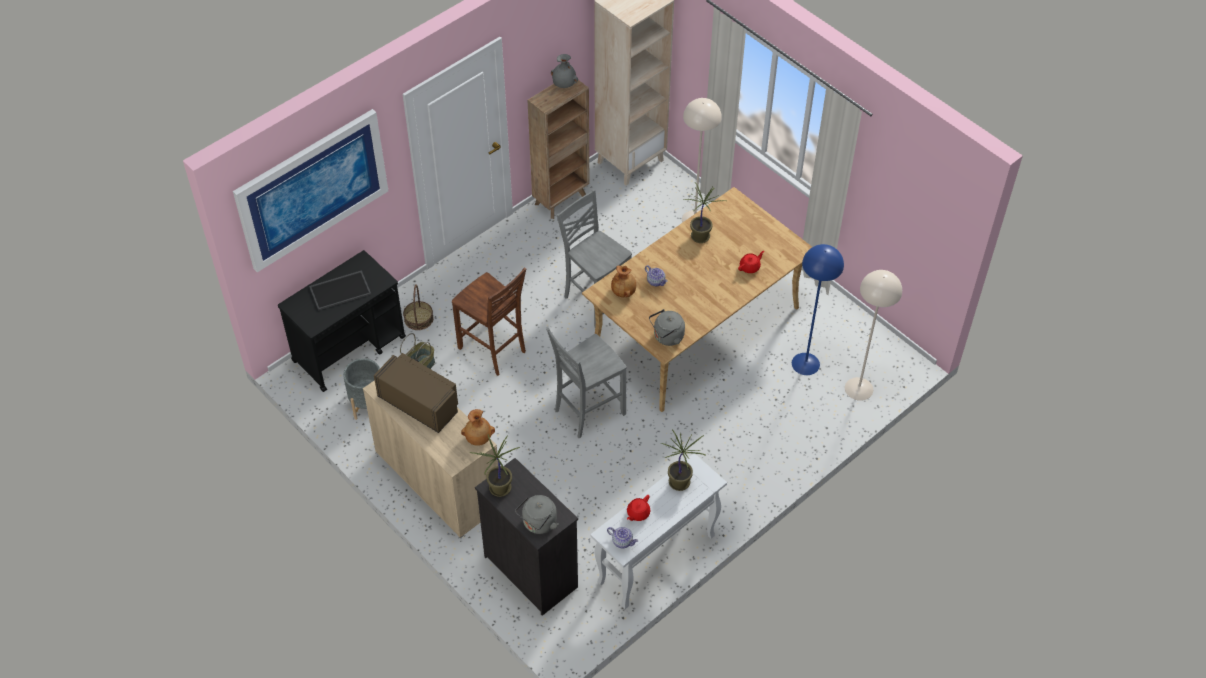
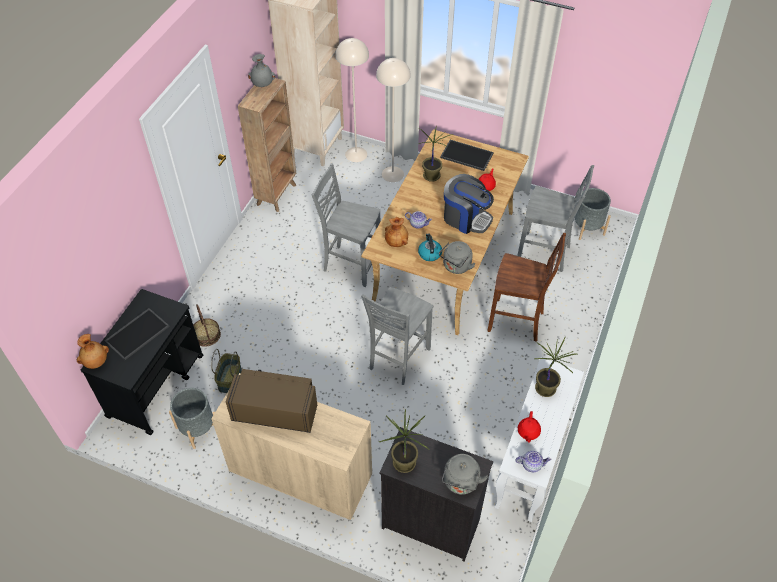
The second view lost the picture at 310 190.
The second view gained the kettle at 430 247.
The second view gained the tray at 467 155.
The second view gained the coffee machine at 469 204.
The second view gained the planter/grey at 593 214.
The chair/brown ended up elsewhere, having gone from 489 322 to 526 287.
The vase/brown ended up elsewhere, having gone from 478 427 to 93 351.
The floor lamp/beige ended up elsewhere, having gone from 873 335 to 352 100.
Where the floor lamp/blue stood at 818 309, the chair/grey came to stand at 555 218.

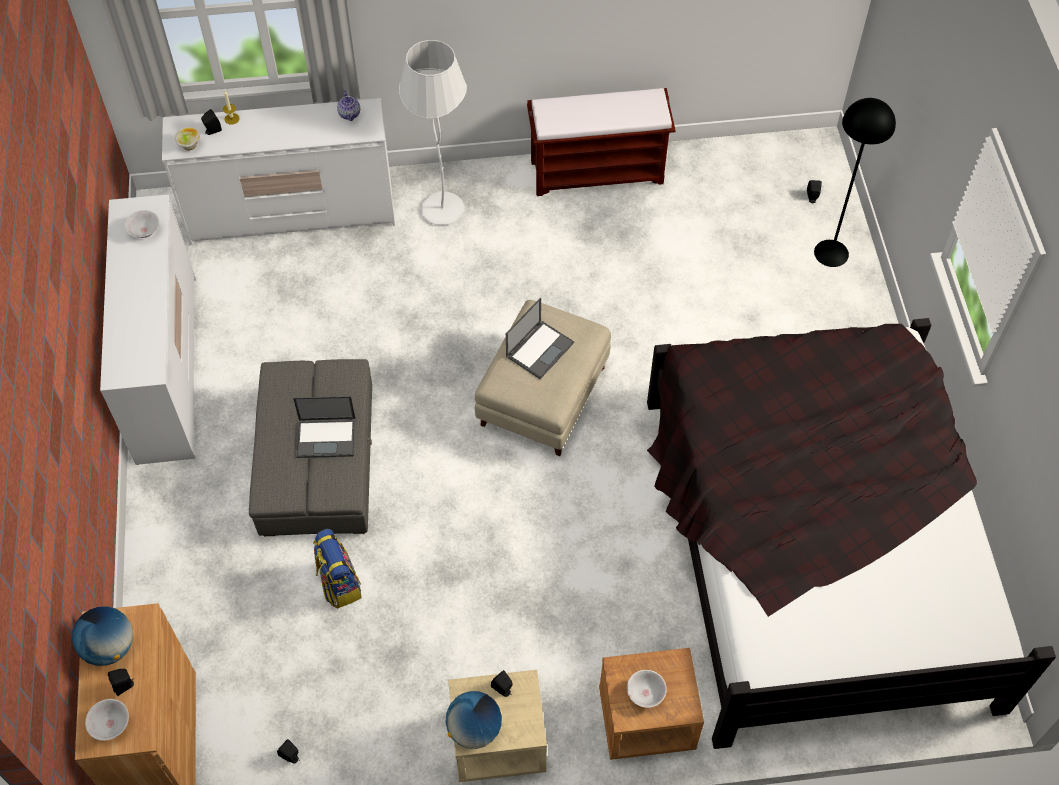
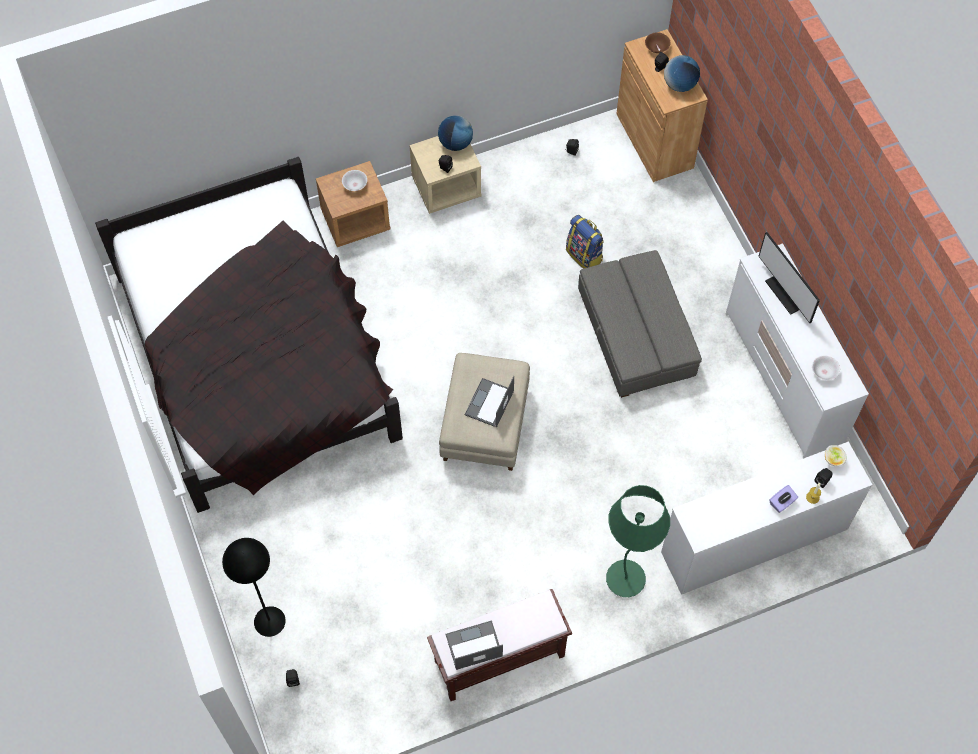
The second view lost the teapot at 348 105.
The second view gained the monitor at 789 277.
The second view gained the tissue box/purple at 783 499.
The laptop ended up elsewhere, having gone from 324 427 to 474 645.
What was the bowl/white at 107 720 turned into the bowl/brown at 657 42.
What was the floor lamp/white at 433 132 turned into the floor lamp/green at 638 541.

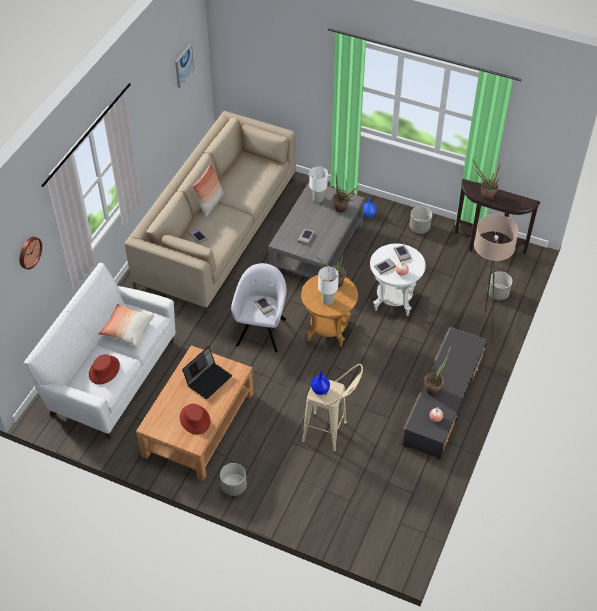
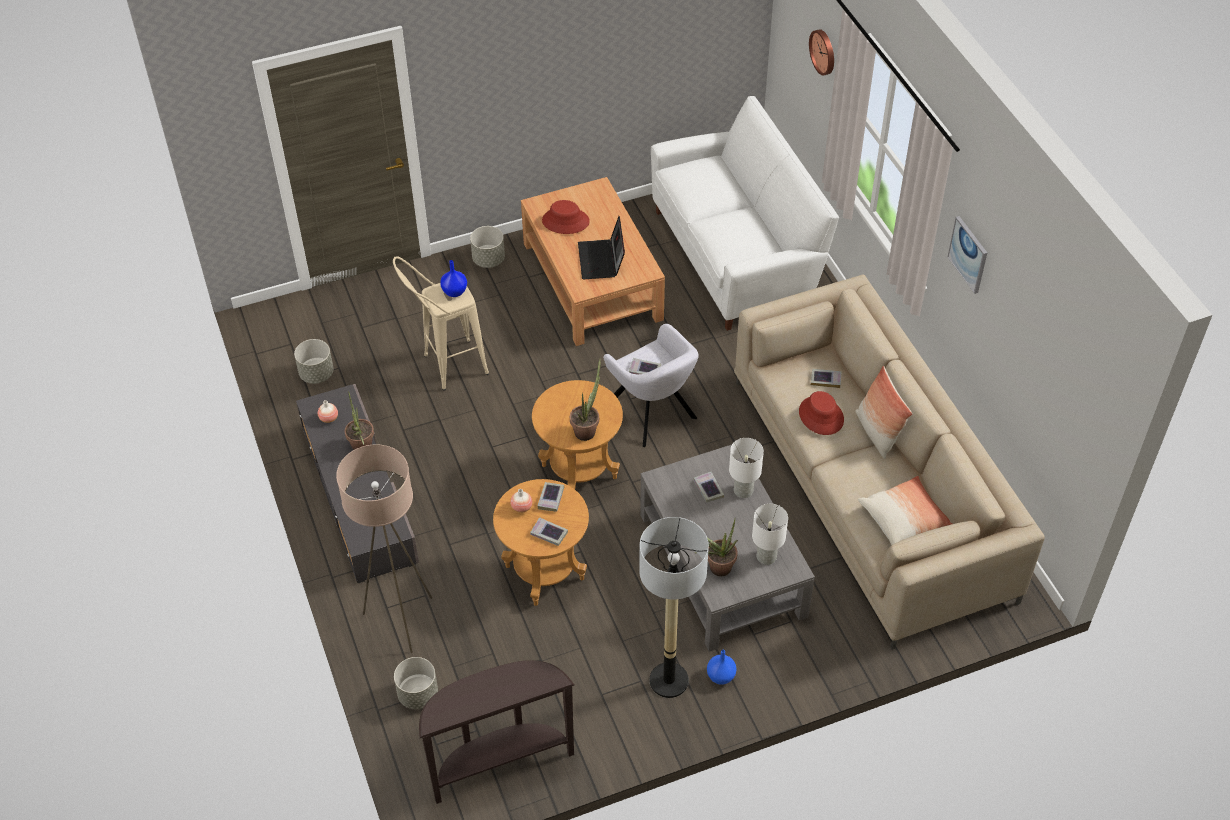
The second view lost the potted plant at 486 180.
The second view gained the floor lamp at 674 607.
The hat/red ended up elsewhere, having gone from 104 369 to 821 413.
The pillow ended up elsewhere, having gone from 126 325 to 905 510.
The picture ended up elsewhere, having gone from 184 66 to 967 255.
The table lamp/white ended up elsewhere, having gone from 328 286 to 746 468.
The planter/grey ended up elsewhere, having gone from 421 219 to 314 361.
What was the side table/white at 398 280 turned into the side table/brown at 541 542.

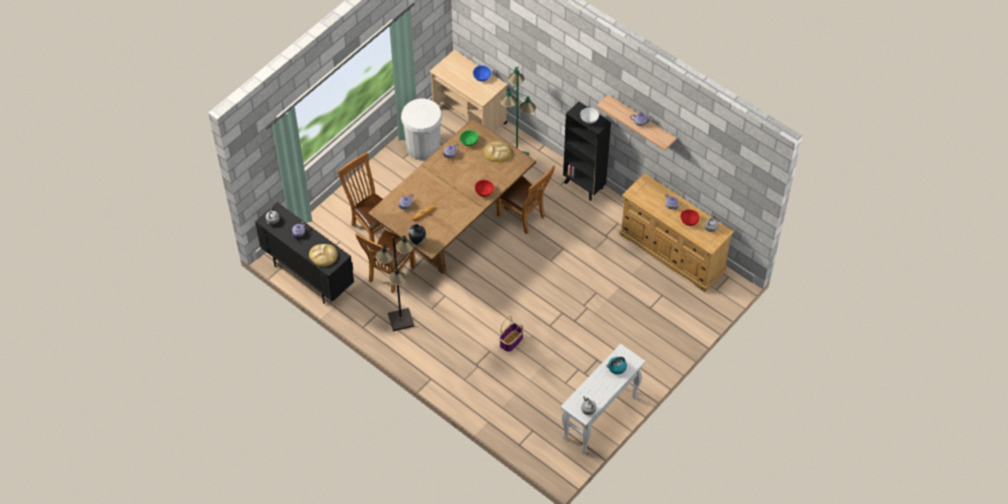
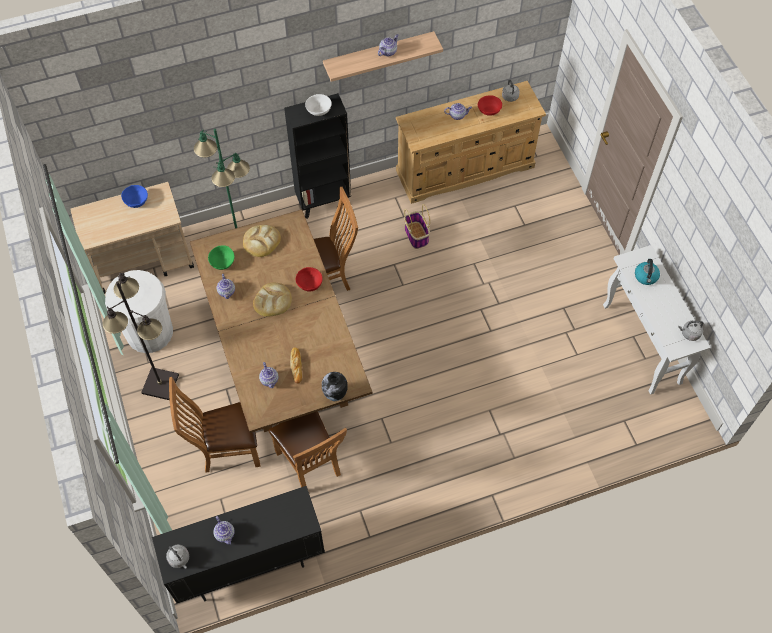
The bread ended up elsewhere, having gone from 323 255 to 272 300.
The floor lamp/black ended up elsewhere, having gone from 395 283 to 141 336.
The basket ended up elsewhere, having gone from 511 334 to 417 226.

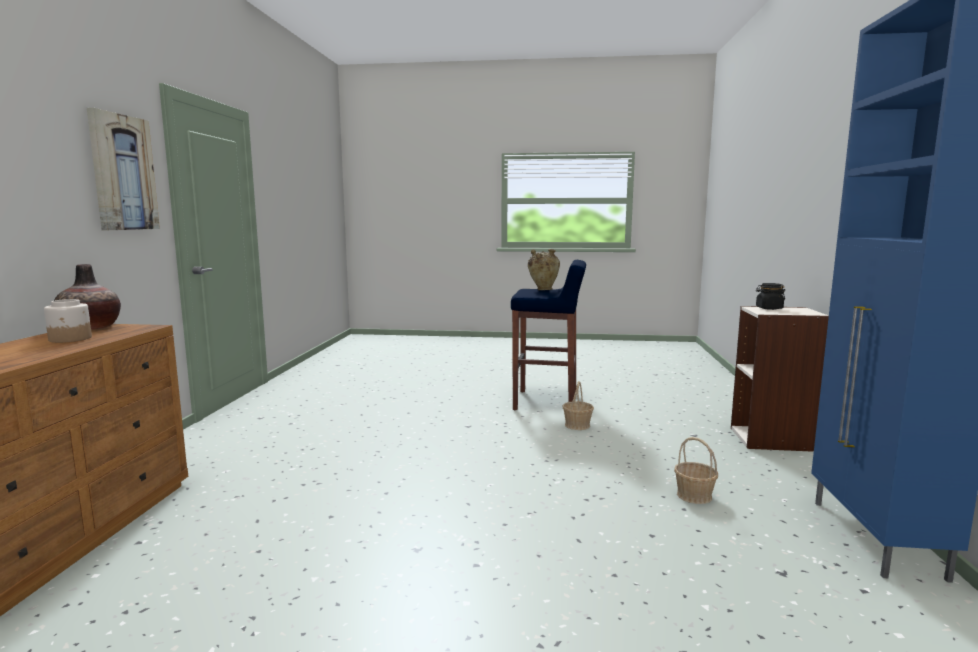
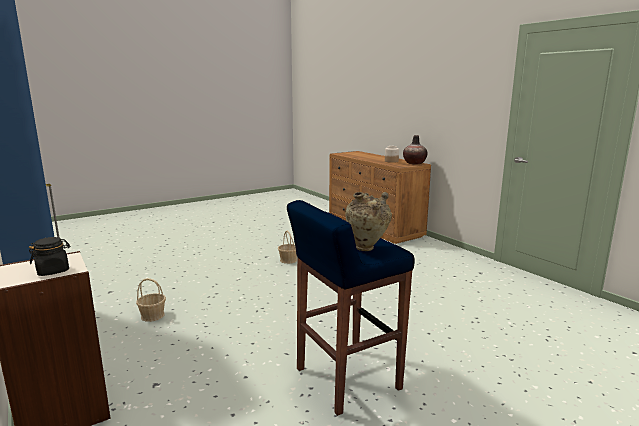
The second view lost the picture at 123 169.
The basket ended up elsewhere, having gone from 578 405 to 287 247.

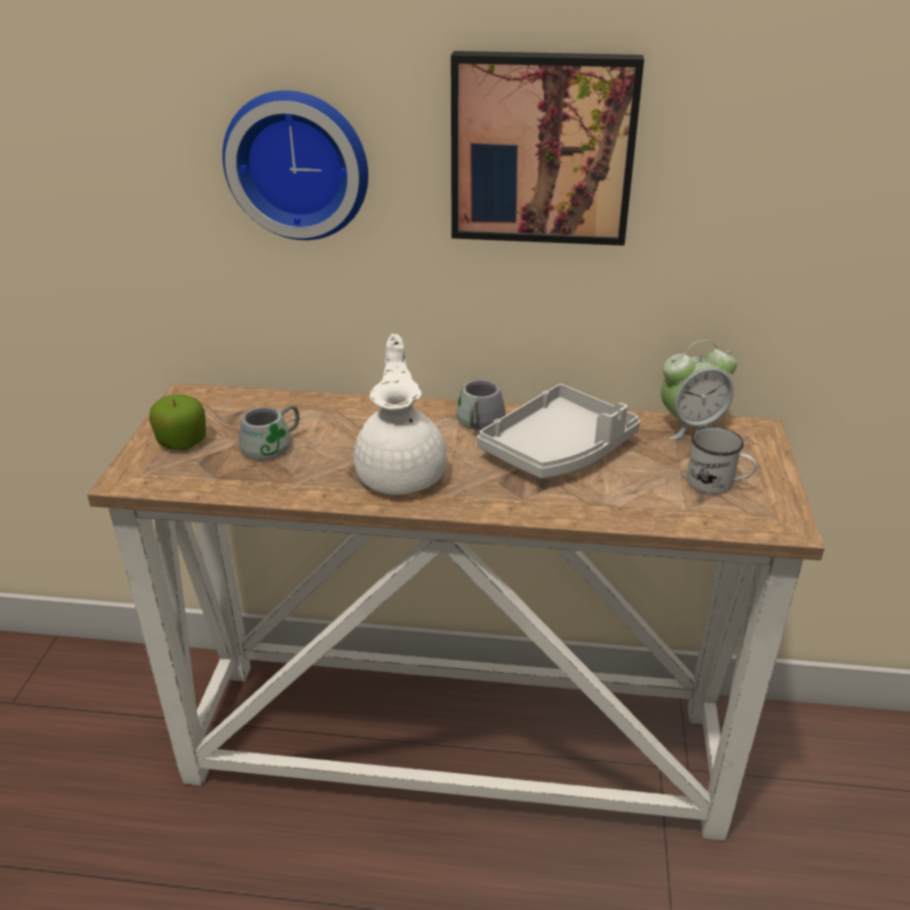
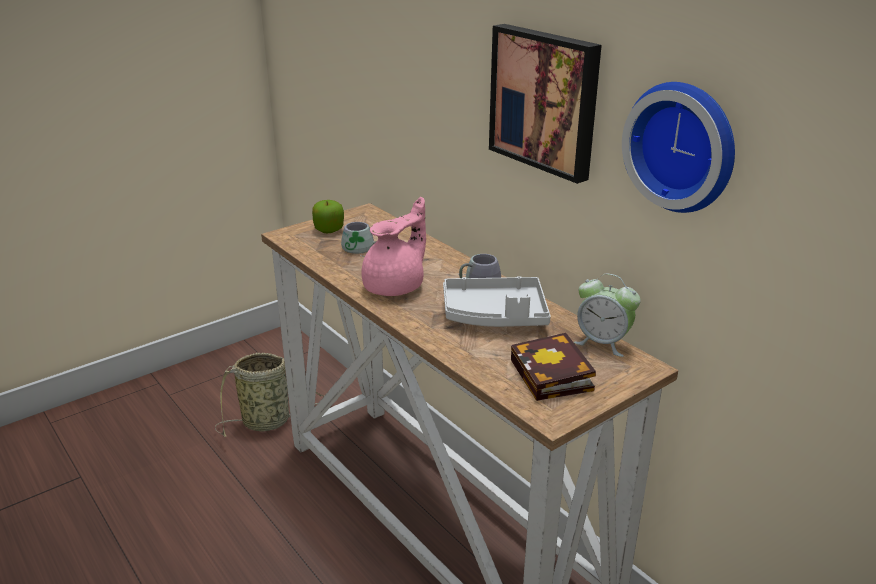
The second view gained the basket at 269 395.
The wall clock ended up elsewhere, having gone from 295 165 to 678 147.
Where the mug/white stood at 722 460, the book came to stand at 553 367.
What was the teapot/white at 400 414 turned into the teapot/pink at 394 246.

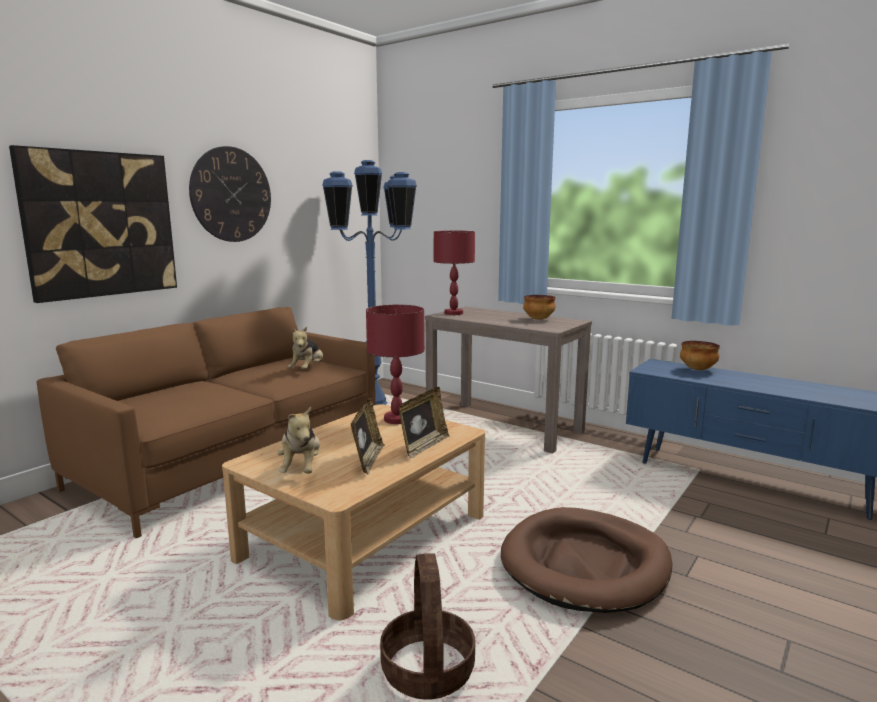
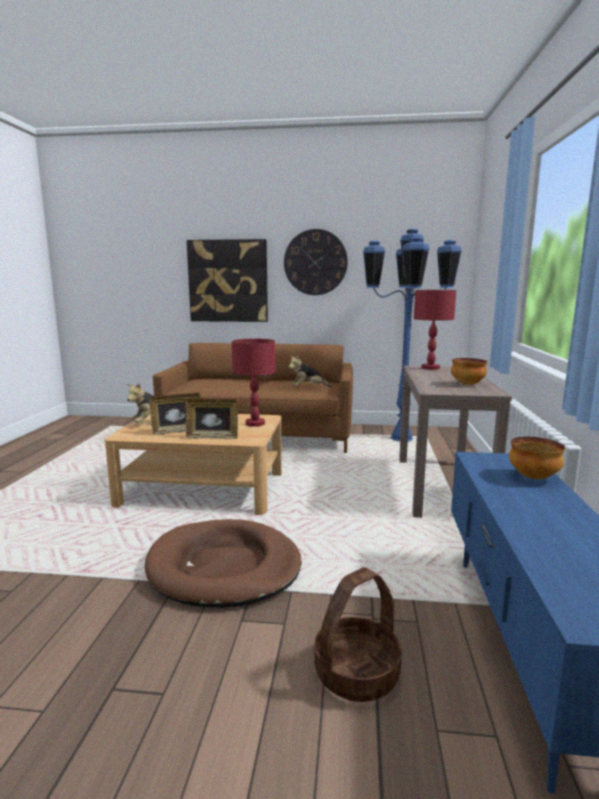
The basket ended up elsewhere, having gone from 427 626 to 358 634.

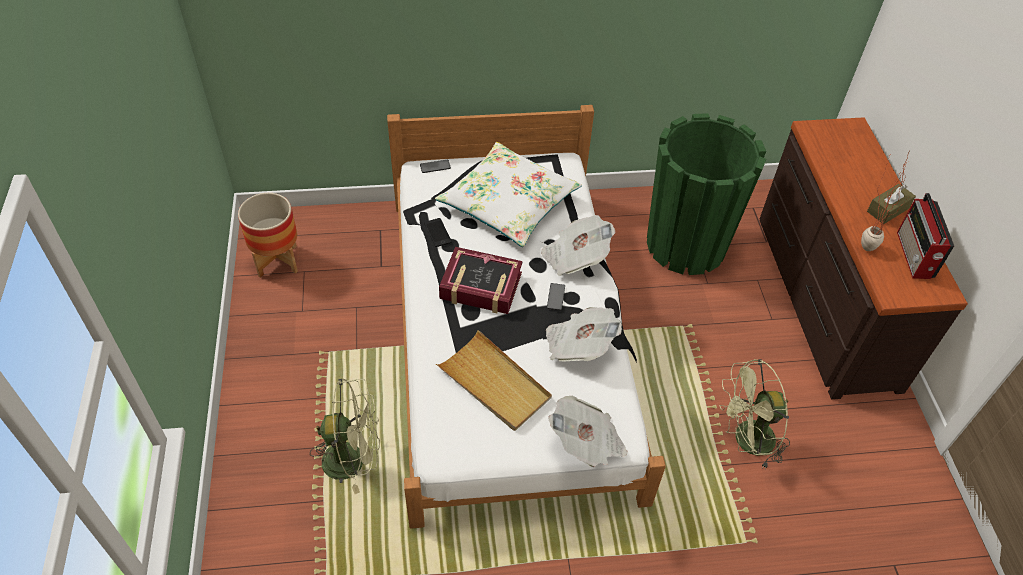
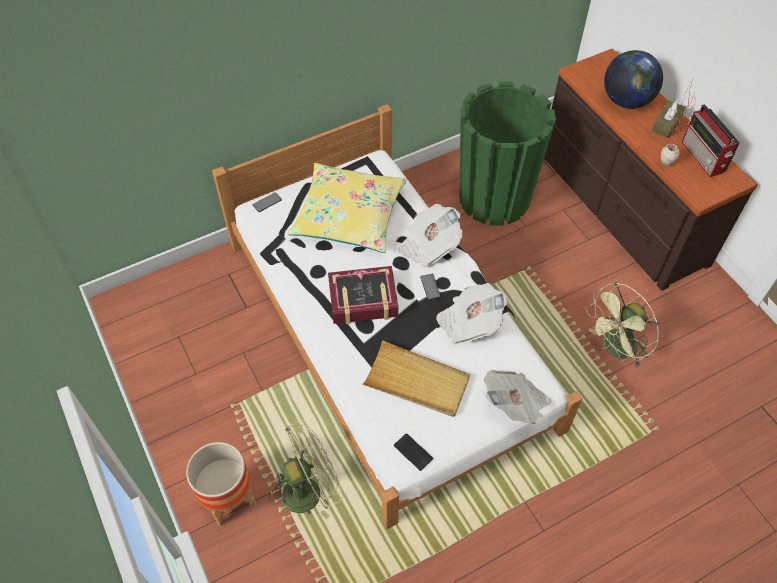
The second view gained the globe at 633 79.
The planter ended up elsewhere, having gone from 268 235 to 221 484.
The phone ended up elsewhere, having gone from 438 232 to 413 452.
What was the pillow/white at 508 194 turned into the pillow/yellow at 347 208.

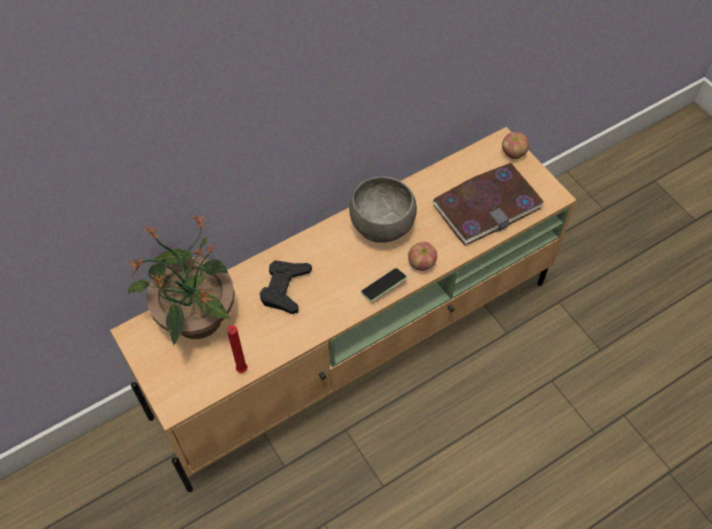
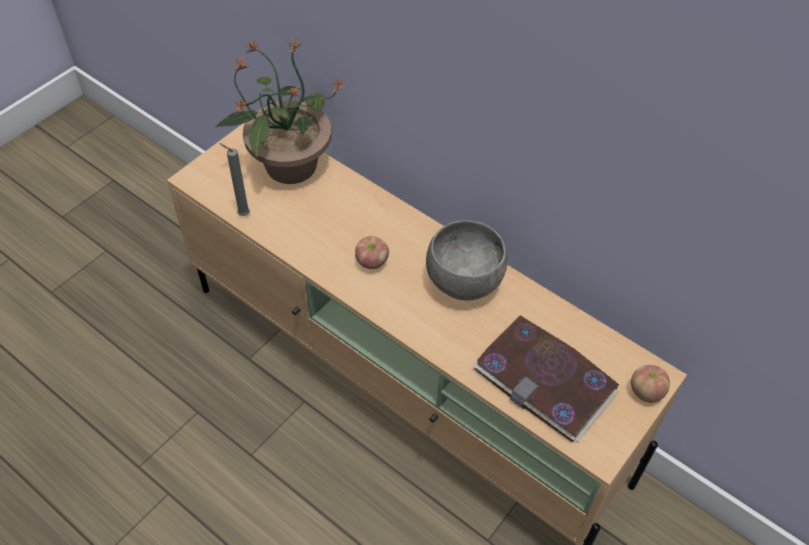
The second view lost the game controller/black at 285 287.
The second view lost the phone at 384 284.
The apple ended up elsewhere, having gone from 422 256 to 372 252.
What was the candle/red at 236 349 turned into the candle/grey at 234 179.

